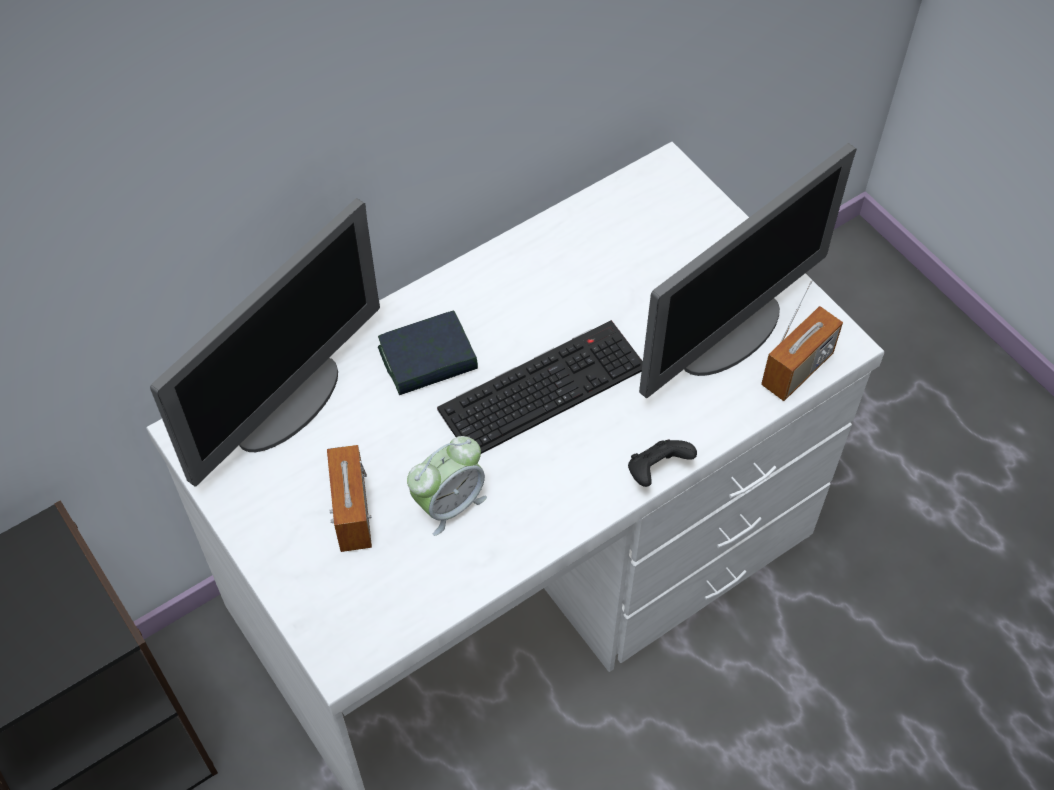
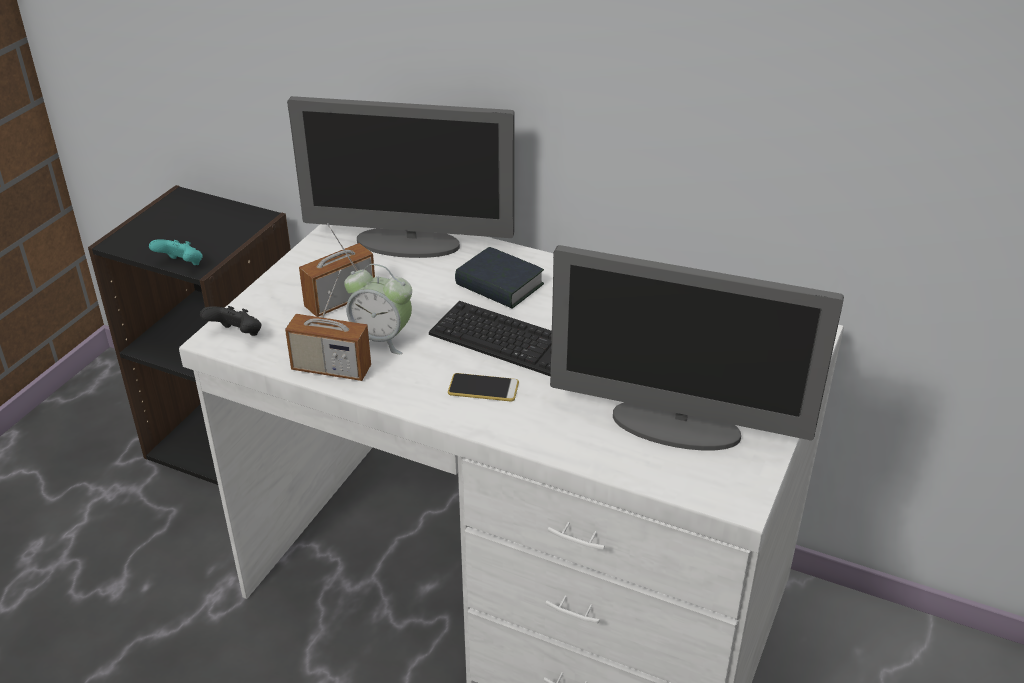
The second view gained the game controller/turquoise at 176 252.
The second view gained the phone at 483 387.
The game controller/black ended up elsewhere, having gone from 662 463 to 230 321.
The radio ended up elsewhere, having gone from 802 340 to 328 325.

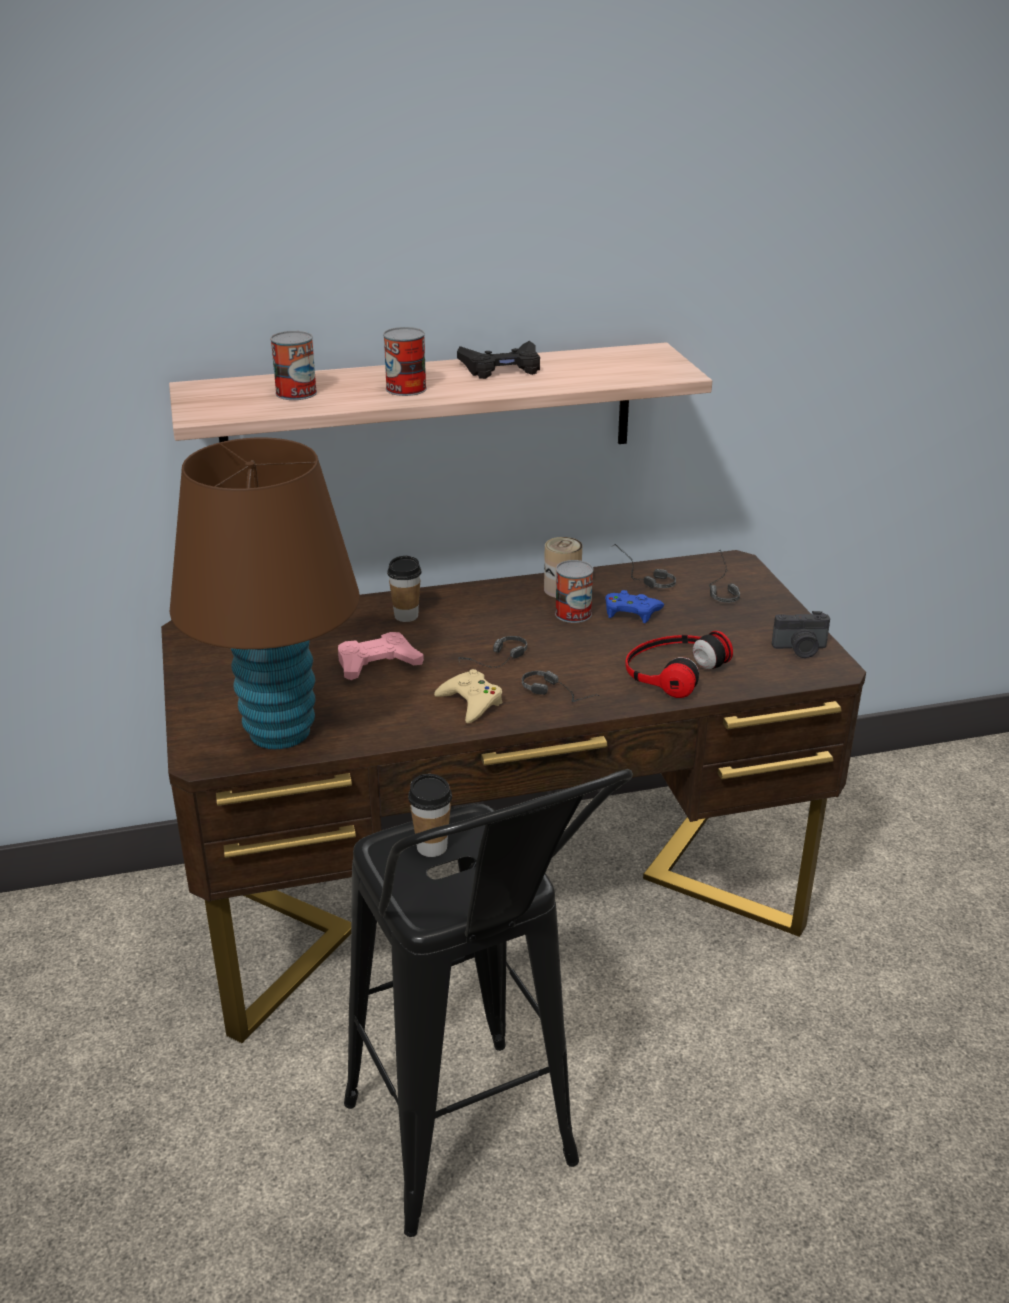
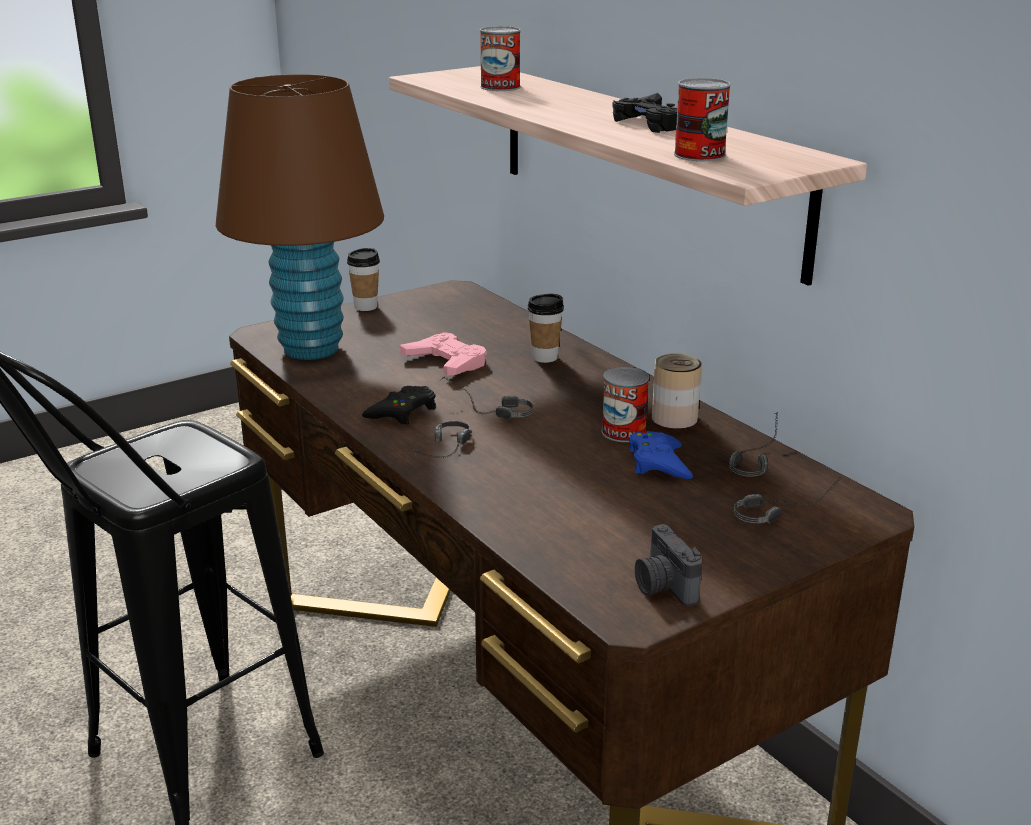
The second view lost the headphones at 679 664.
The can ended up elsewhere, having gone from 405 361 to 702 119.
The cup ended up elsewhere, having gone from 430 815 to 363 279.
What was the game controller/beige at 468 696 turned into the game controller/black at 399 405.

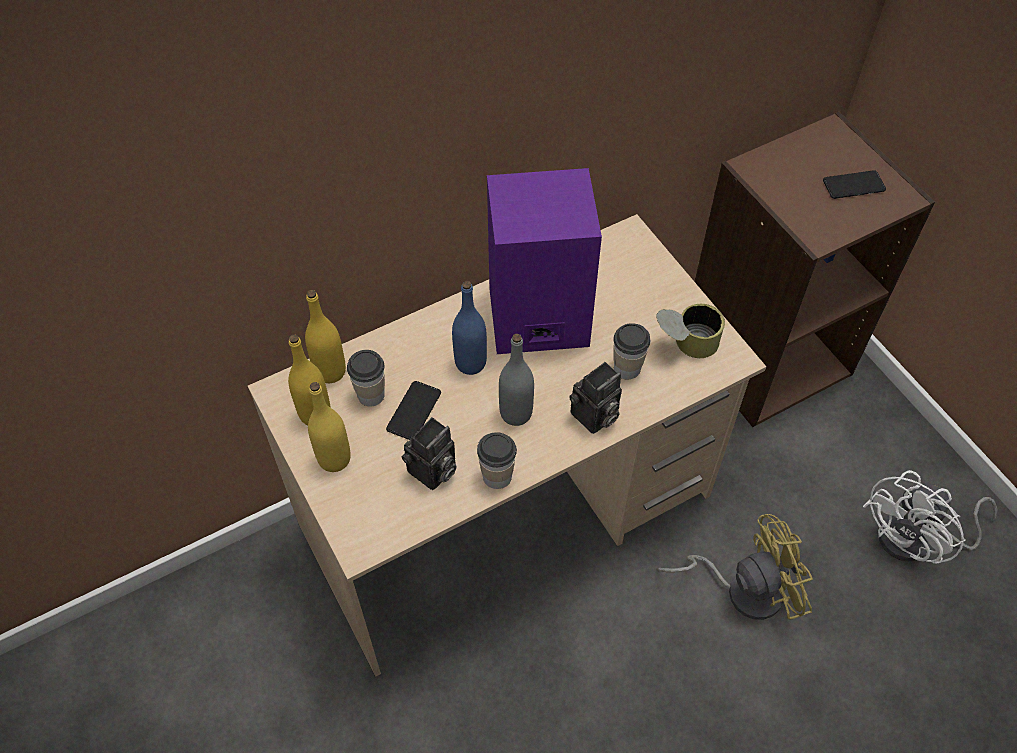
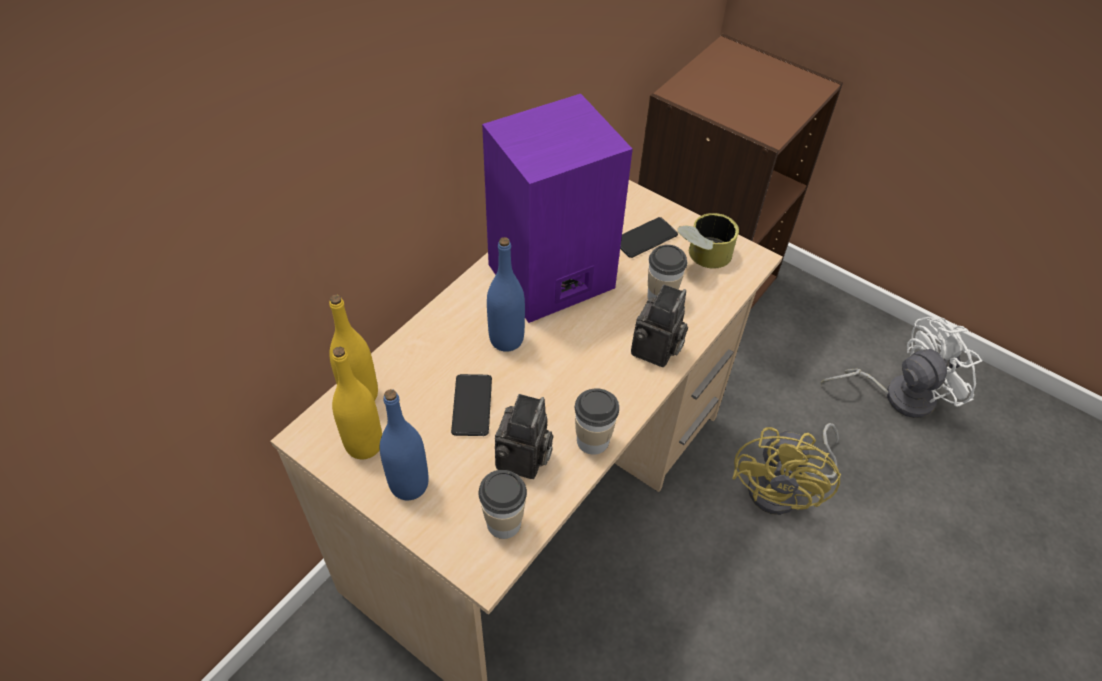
The second view lost the bottle/grey at 516 380.
The cup ended up elsewhere, having gone from 366 378 to 502 504.
The phone ended up elsewhere, having gone from 854 184 to 649 237.
What was the bottle/yellow at 329 427 turned into the bottle/blue at 404 444.
The fan/yellow at 735 567 ended up facing another way, 150 degrees clockwise from before.
The fan/white at 930 517 ended up facing another way, 135 degrees counterclockwise from before.

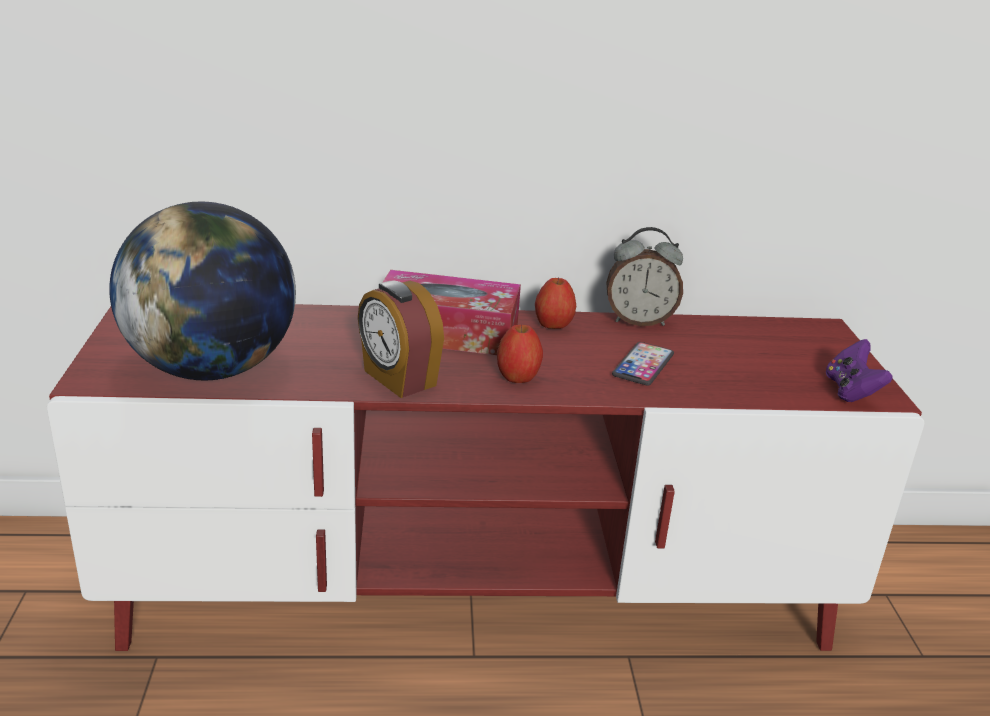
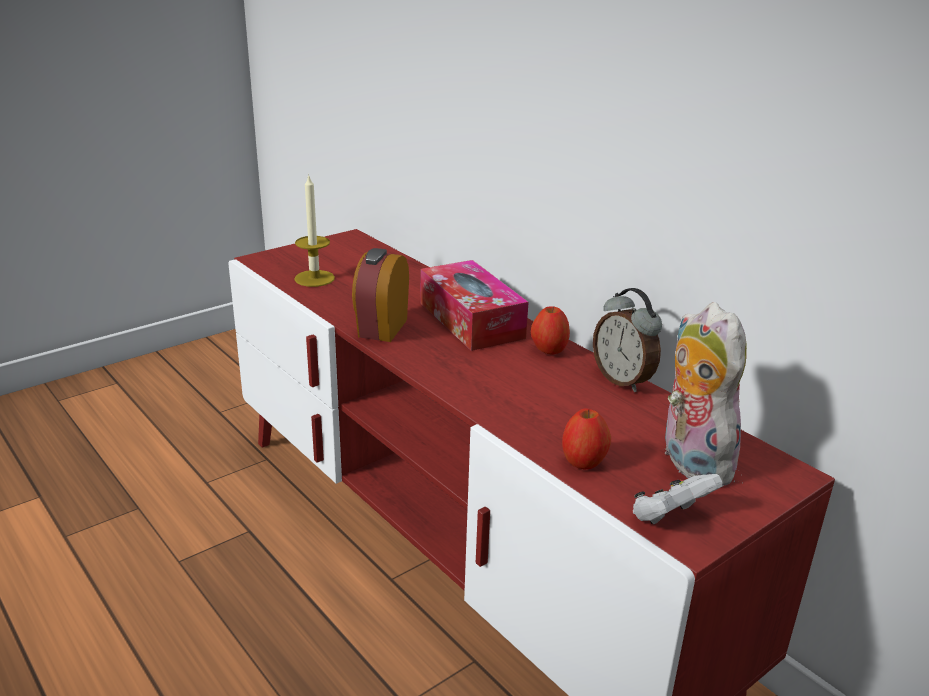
The second view lost the phone at 643 364.
The second view gained the plush toy at 706 394.
The apple ended up elsewhere, having gone from 520 353 to 586 439.
Where the globe stood at 202 290, the candle came to stand at 314 230.
What was the game controller/purple at 859 370 turned into the game controller/white at 677 499.

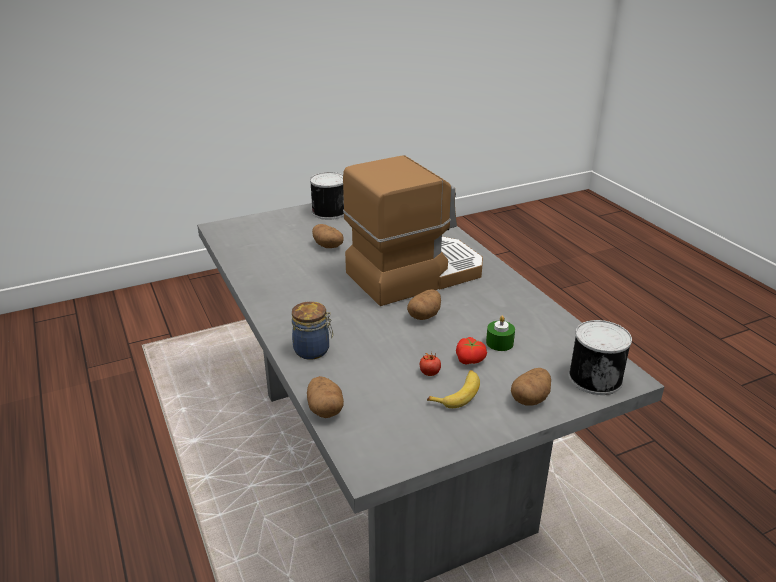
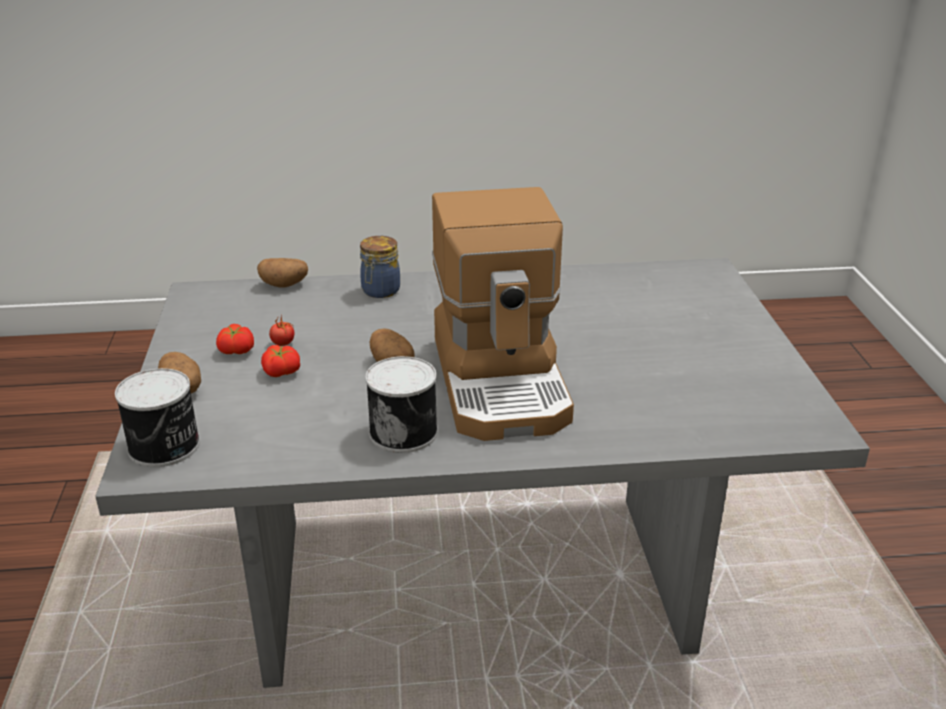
The second view lost the potato at 328 236.
The second view lost the candle/green at 500 333.
The can ended up elsewhere, having gone from 327 196 to 401 404.
Where the banana stood at 453 389, the tomato came to stand at 235 339.

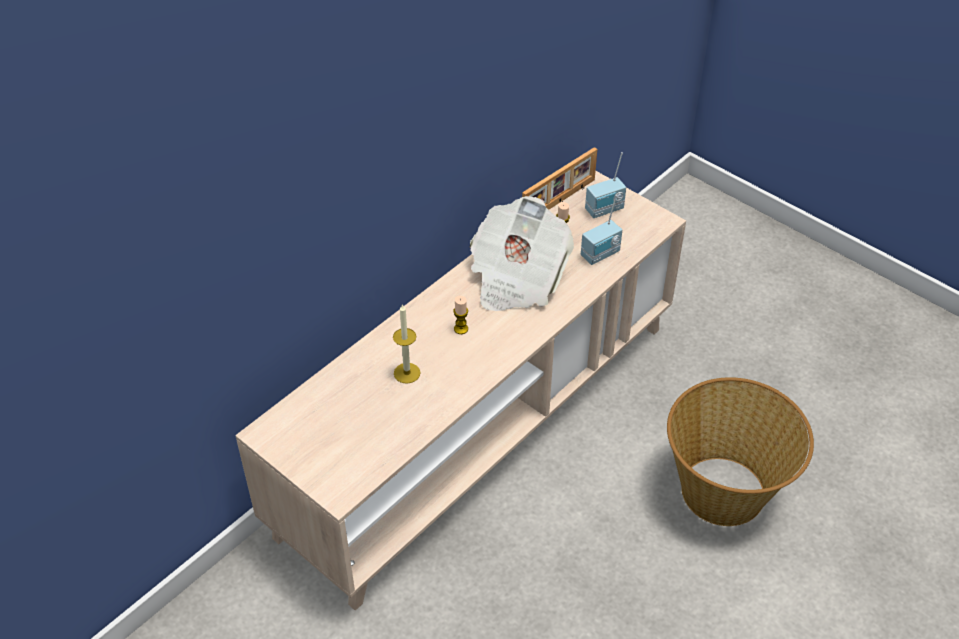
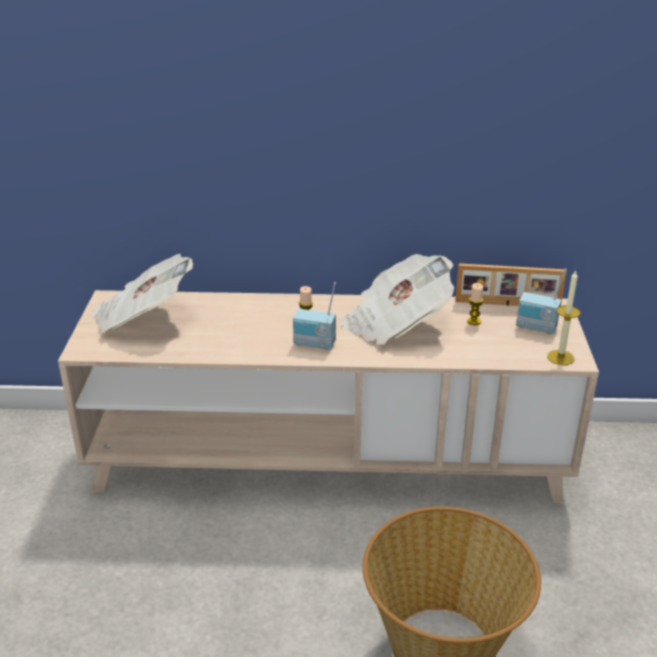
The second view gained the newspaper at 142 294.
The candle ended up elsewhere, having gone from 407 344 to 563 317.
The radio ended up elsewhere, having gone from 601 230 to 314 316.

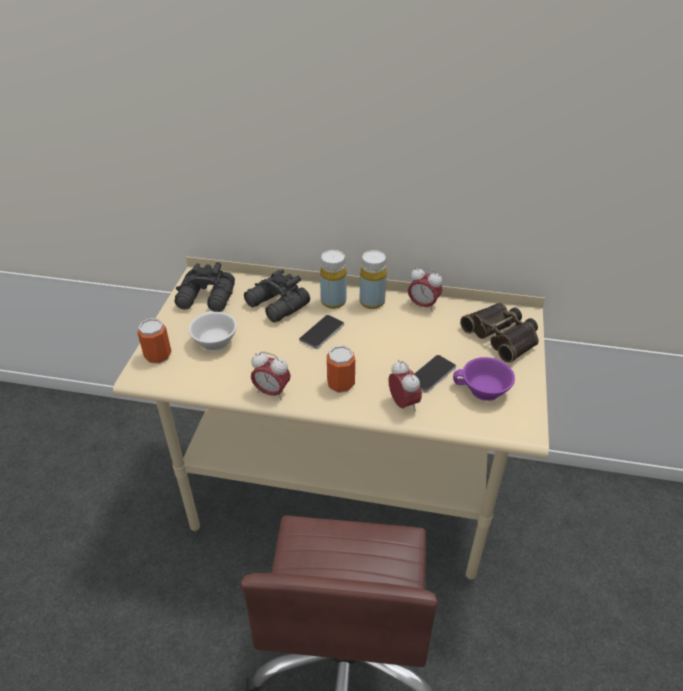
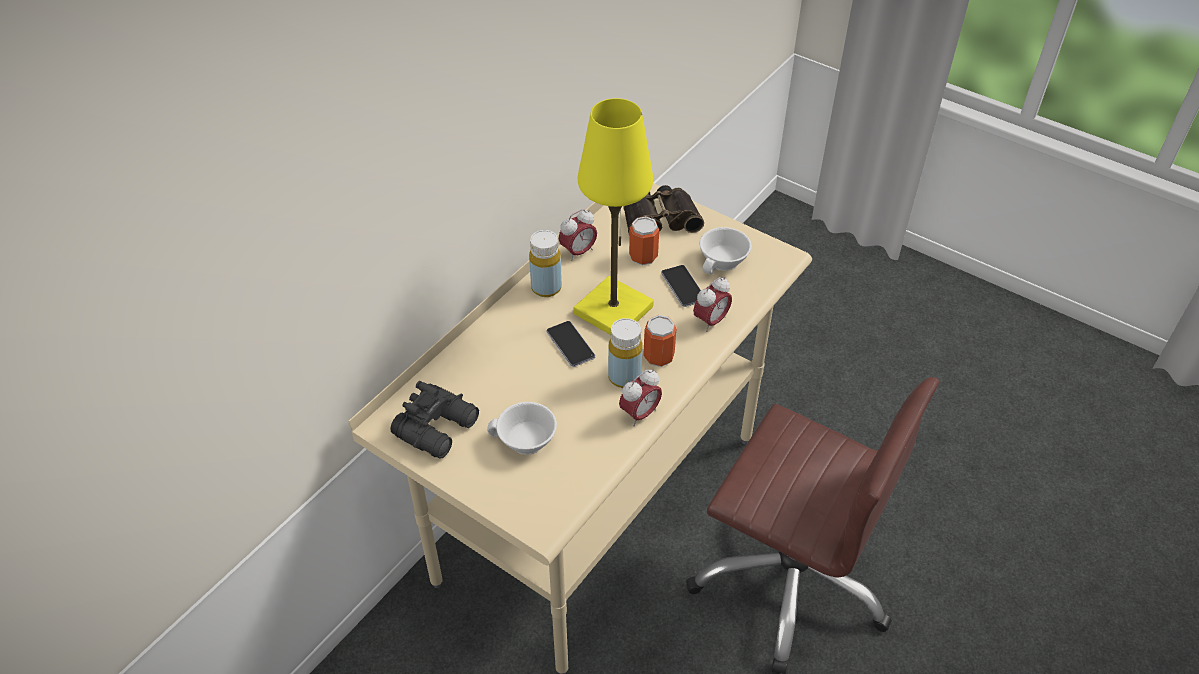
The second view lost the binoculars/black at 277 296.
The second view gained the table lamp/yellow at 613 216.
The can ended up elsewhere, having gone from 154 341 to 644 240.
The bottle/yellow ended up elsewhere, having gone from 333 279 to 625 353.
What was the cup/purple at 484 379 turned into the cup/white at 726 250.
The alarm clock at 405 385 ended up facing another way, 135 degrees clockwise from before.

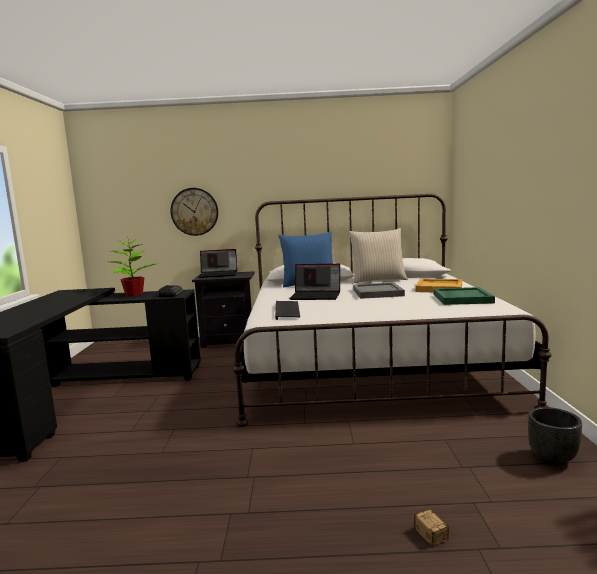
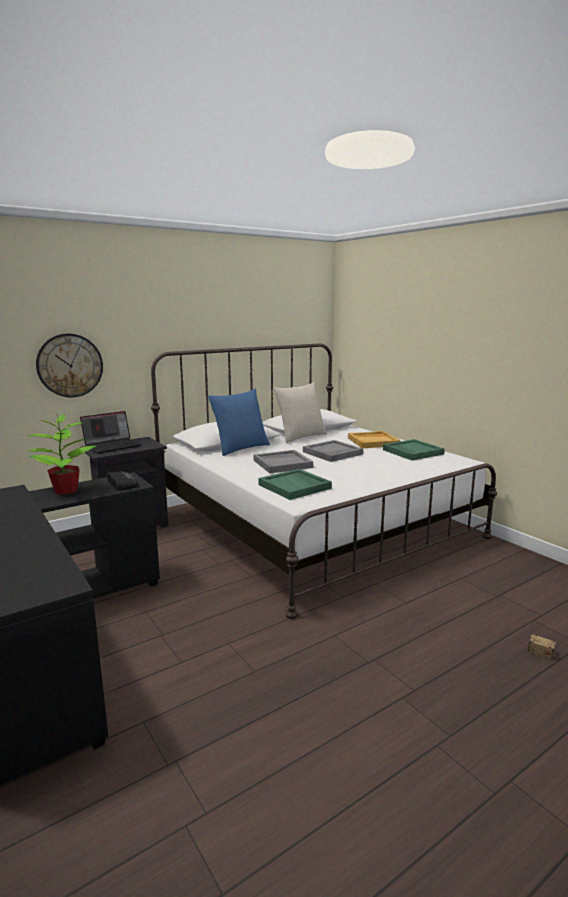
The second view lost the planter/black at 555 436.
Where the keyboard stood at 287 310, the tray/green came to stand at 295 484.
Where the laptop stood at 314 281, the tray/grey came to stand at 283 461.

